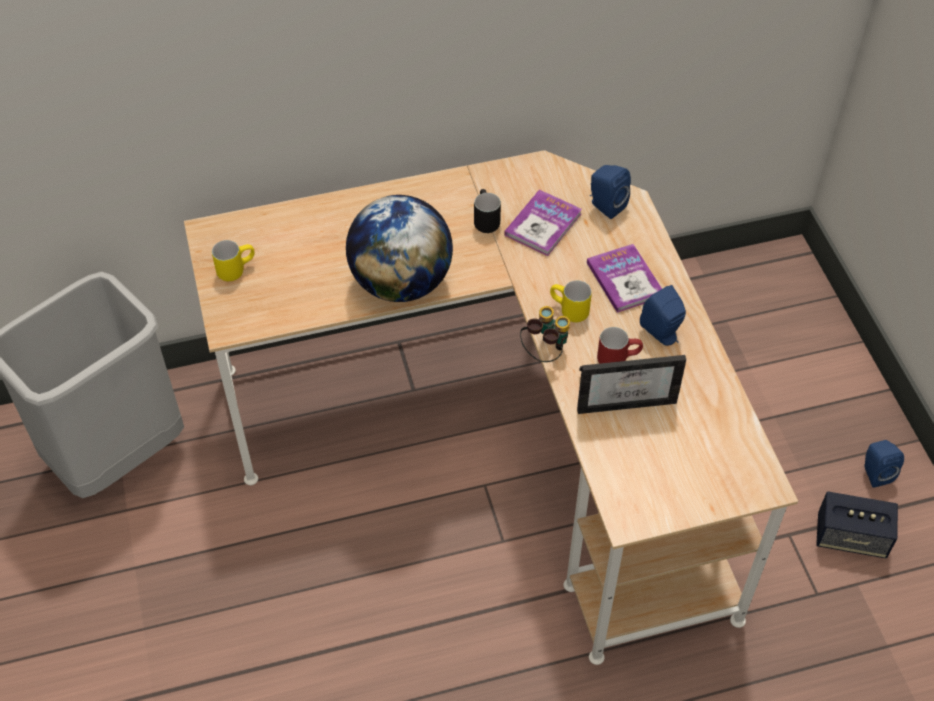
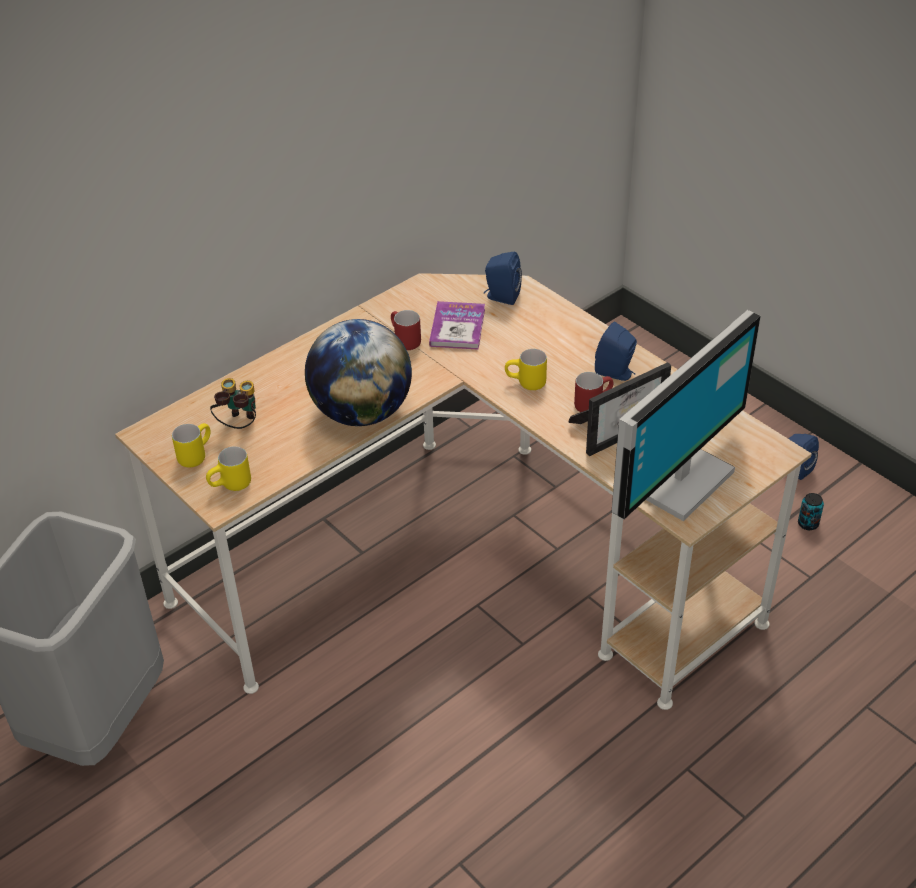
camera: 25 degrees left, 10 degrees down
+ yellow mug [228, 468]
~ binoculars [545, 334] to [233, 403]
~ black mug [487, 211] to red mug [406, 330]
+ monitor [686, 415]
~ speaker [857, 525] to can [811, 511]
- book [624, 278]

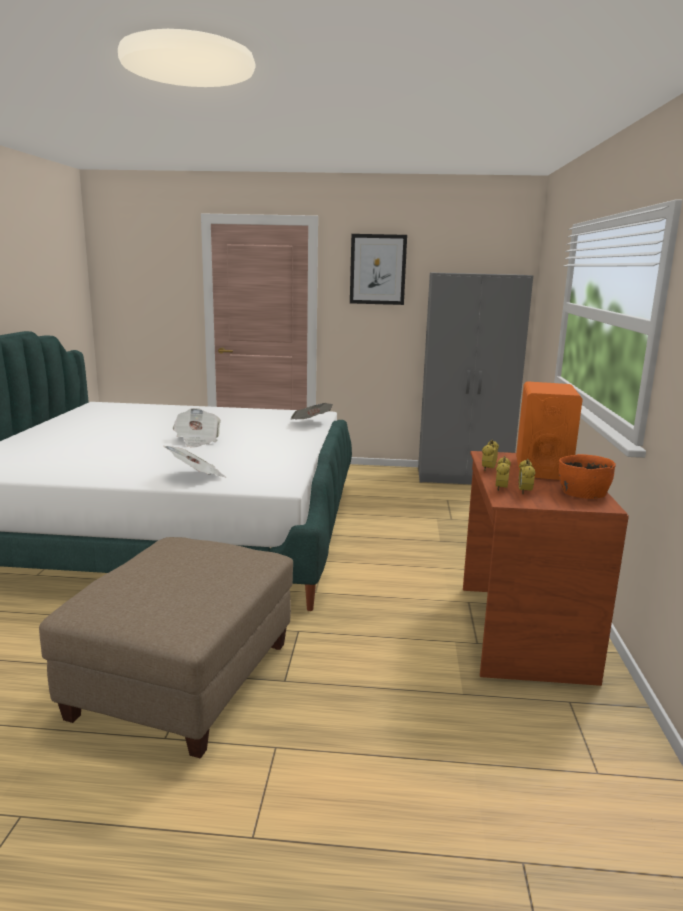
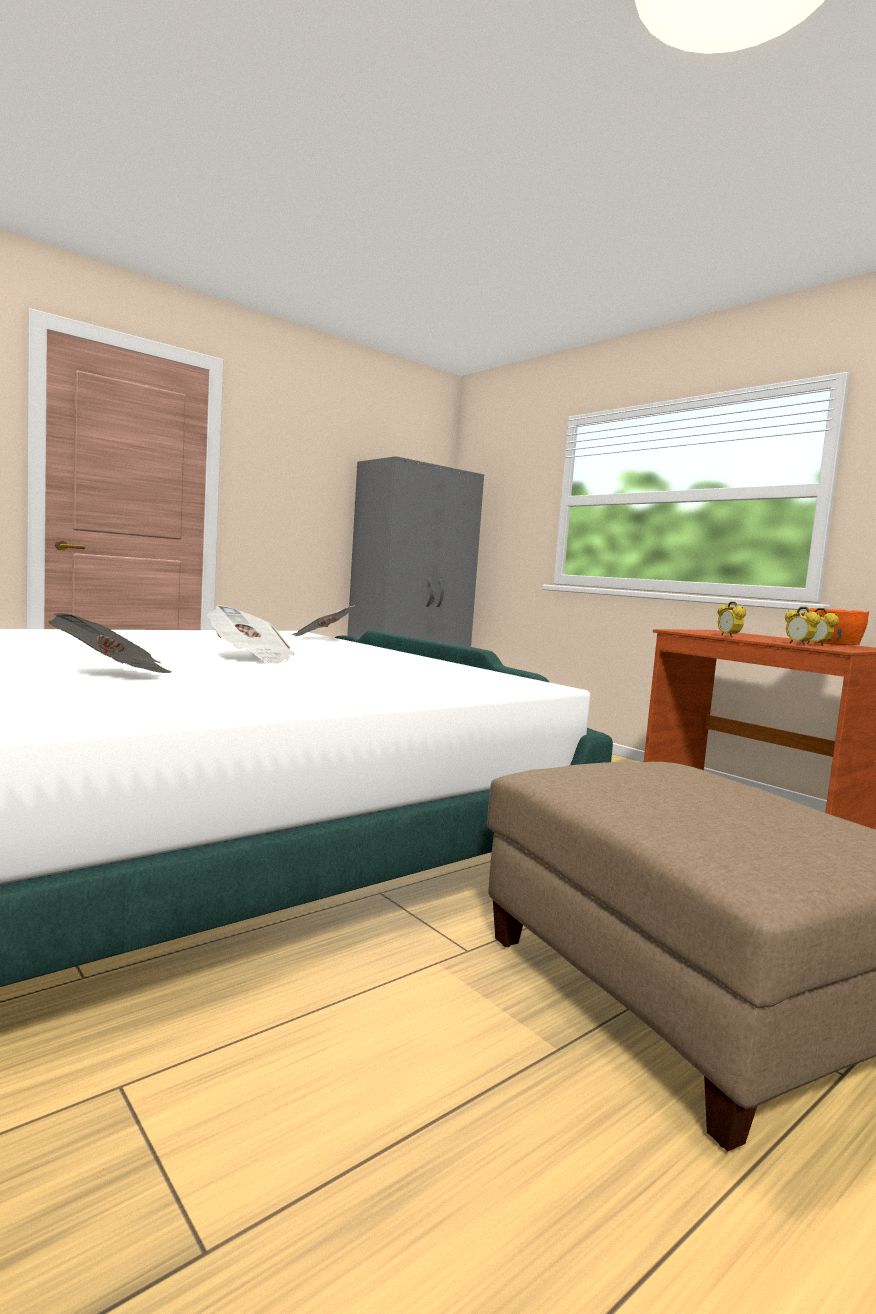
camera: 45 degrees left, 10 degrees down
~ newspaper [195, 461] to [110, 643]
- picture [378, 269]
- orange speaker [549, 430]

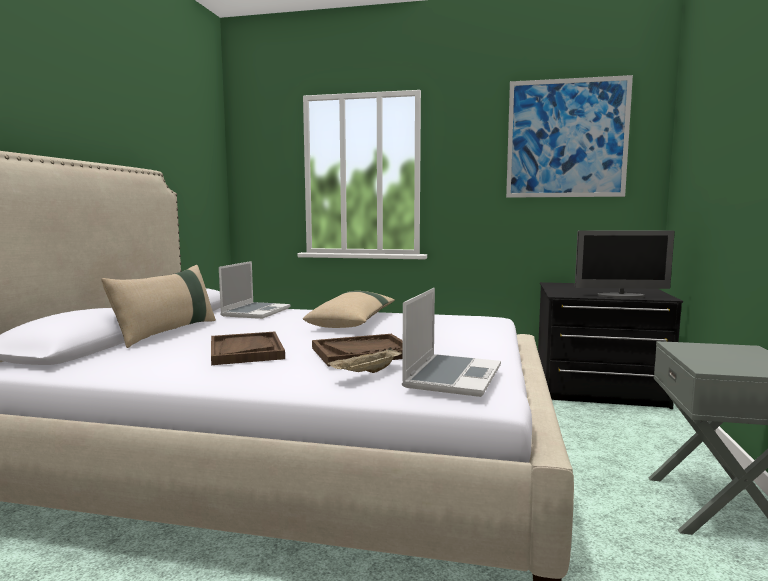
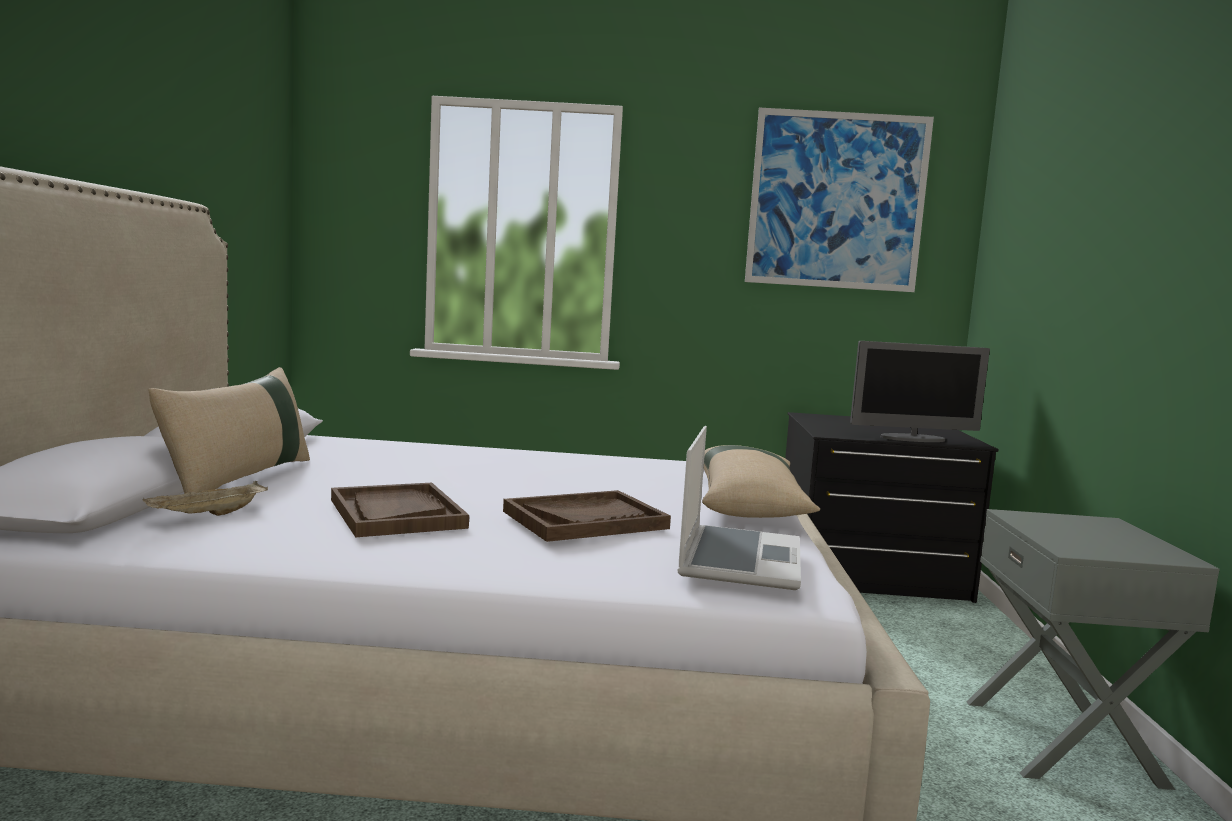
camera: 10 degrees left, 0 degrees up
~ beige tray [365, 360] to [205, 498]
~ beige pillow [349, 309] to [761, 481]
- laptop [254, 290]

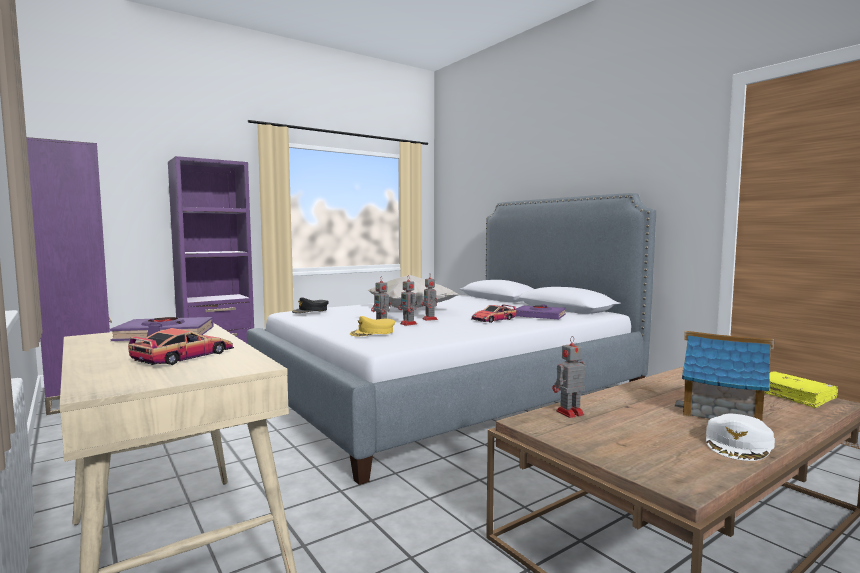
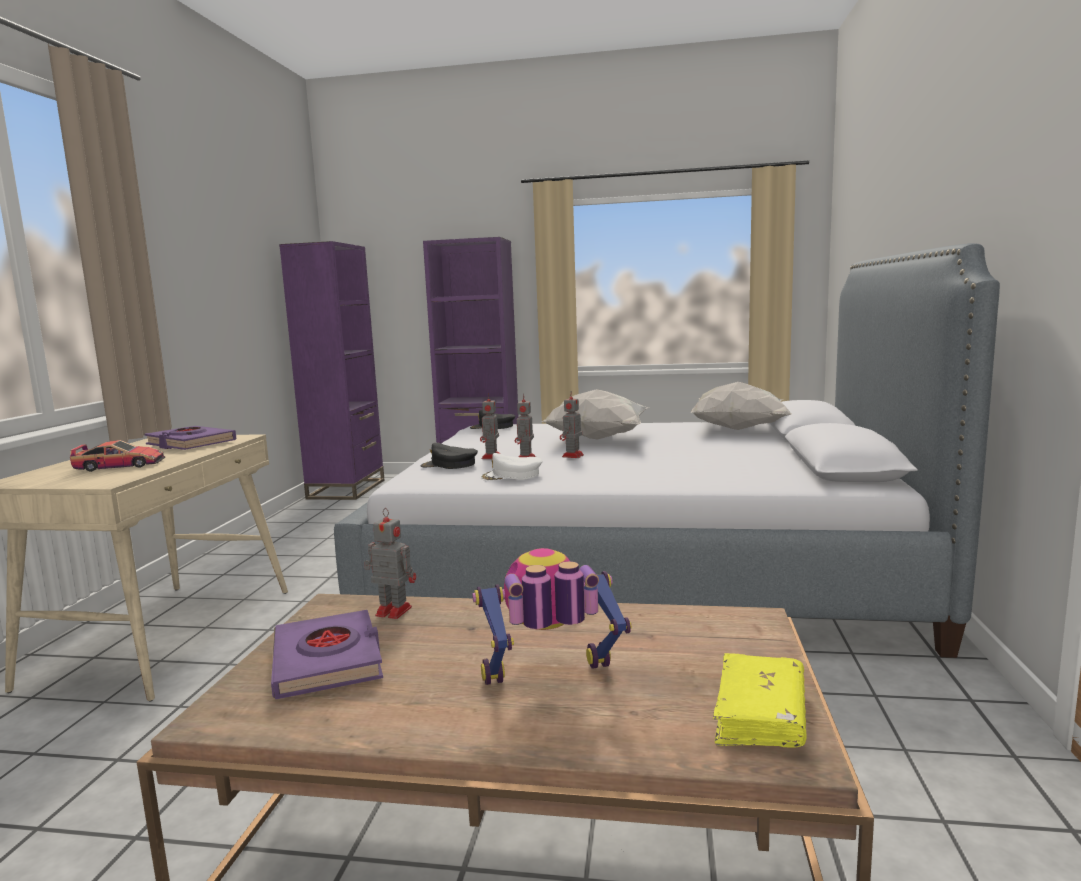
camera: 45 degrees right, 5 degrees up
~ purple book [541, 311] to [327, 654]
~ yellow cap [372, 326] to black cap [449, 456]
~ toy house [724, 376] to toy robot [552, 616]
~ white cap [740, 437] to [511, 467]
+ white pillow [741, 406]
- toy car [494, 313]

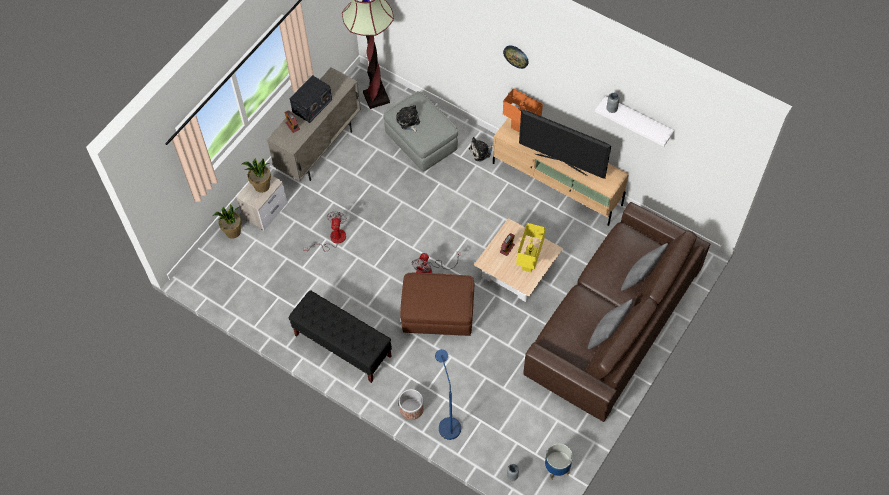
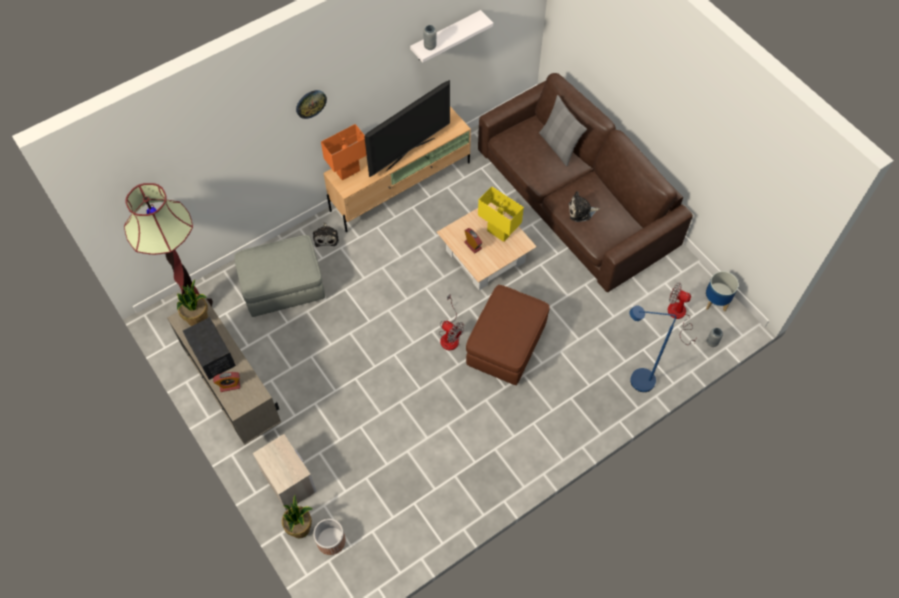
camera: 70 degrees left, 0 degrees up
~ potted plant [256, 175] to [192, 303]
~ planter [411, 404] to [329, 537]
~ plush toy [408, 119] to [584, 206]
~ fan [325, 232] to [682, 313]
- black bench [340, 336]
- grey pillow [610, 324]

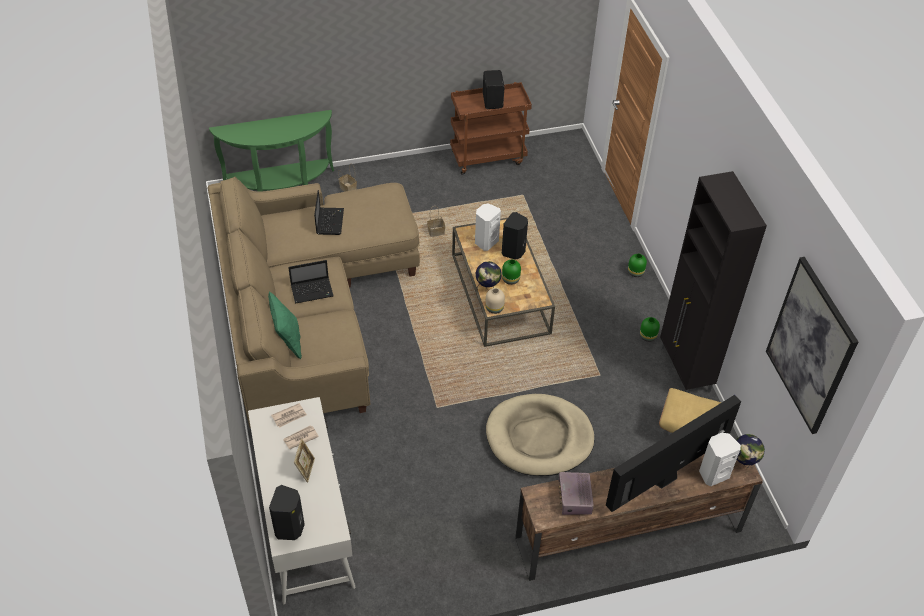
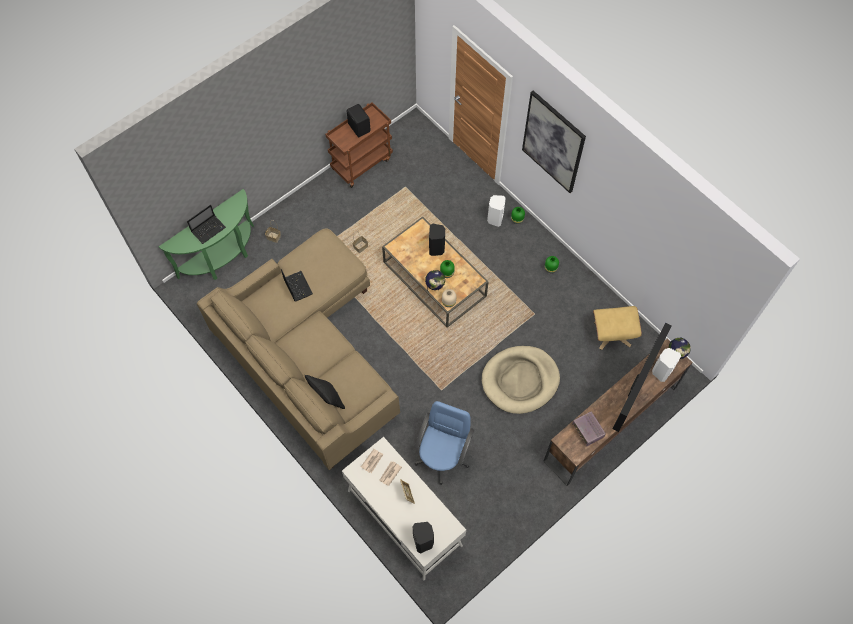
camera: 25 degrees left, 15 degrees up
~ laptop [310, 282] to [206, 224]
~ green pillow [285, 325] to black pillow [325, 392]
+ blue office chair [444, 443]
~ white speaker [488, 227] to [496, 211]
~ picture [812, 345] to [554, 142]
- black cabinet [713, 282]

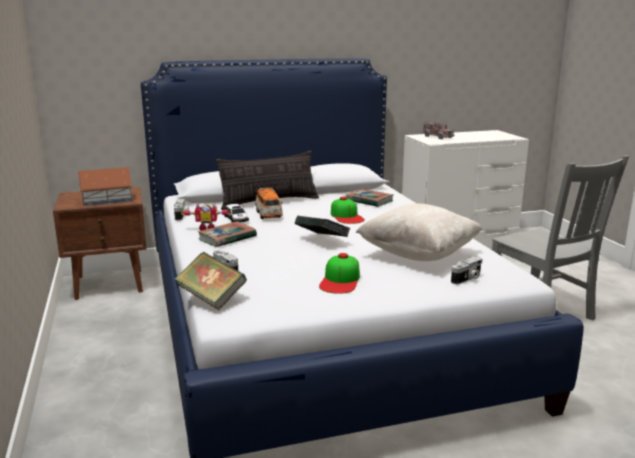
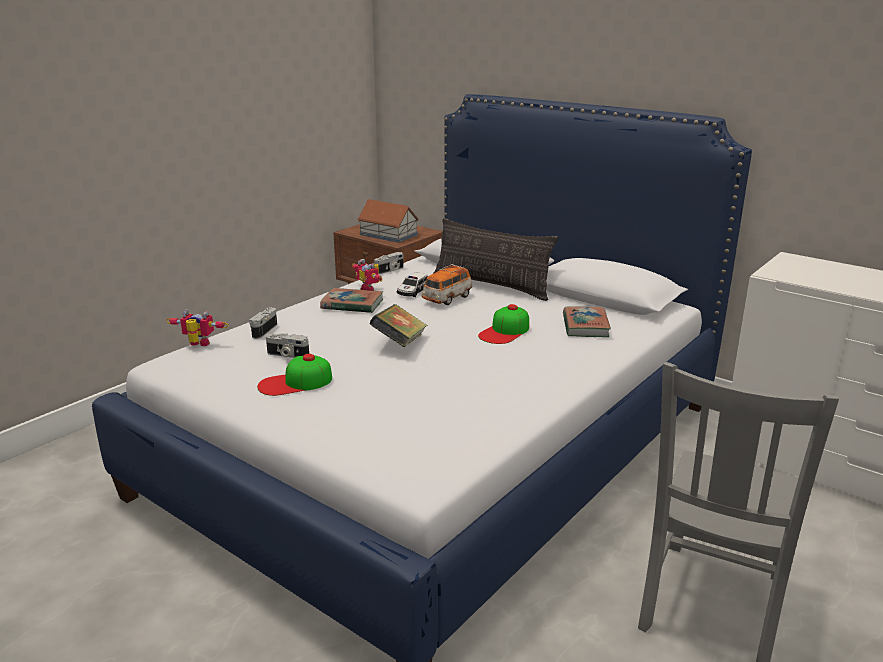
camera: 55 degrees right, 5 degrees up
~ book [211, 281] to toy robot [197, 327]
~ photo camera [466, 270] to [287, 345]
- beige pillow [418, 232]
- toy truck [437, 130]

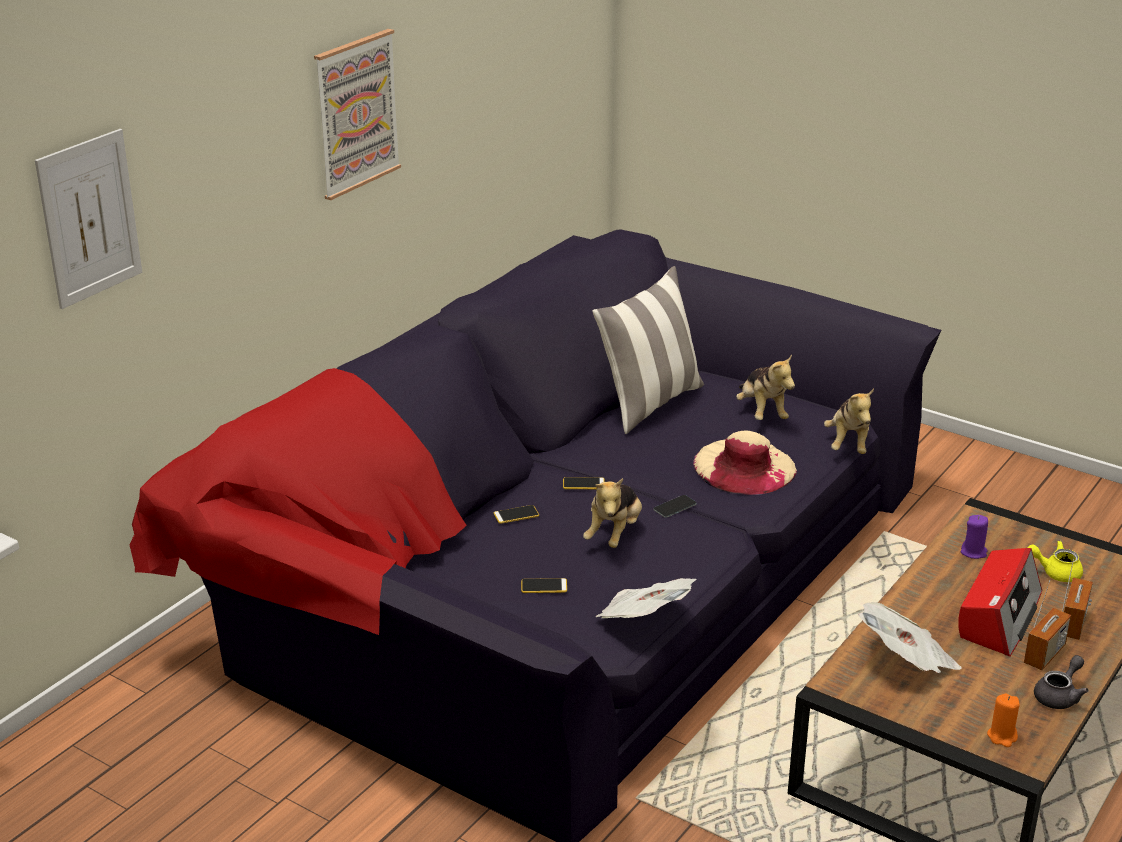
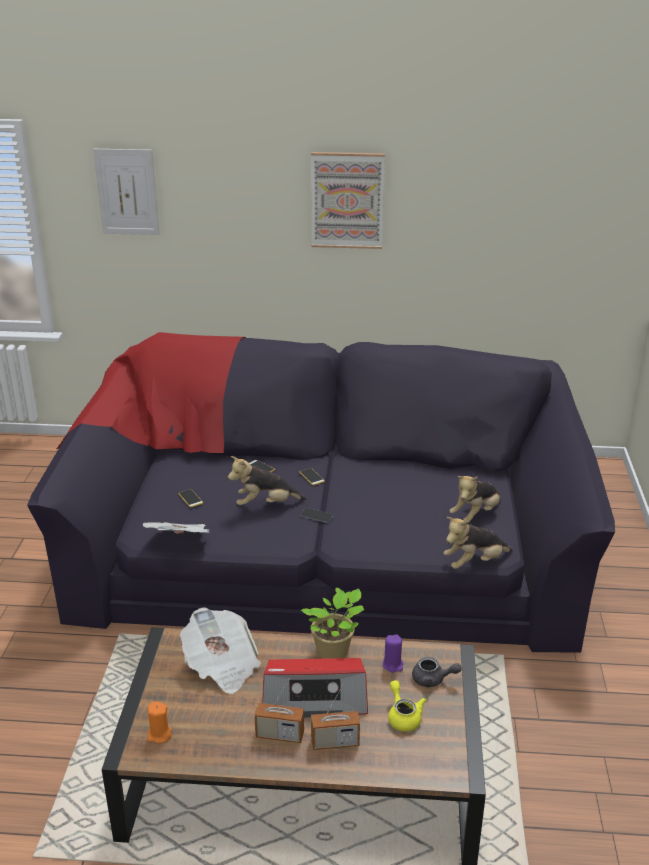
camera: 60 degrees right, 0 degrees up
+ potted plant [332, 623]
~ grey teapot [1061, 682] to [437, 672]
- pillow [648, 350]
- beige hat [745, 463]

